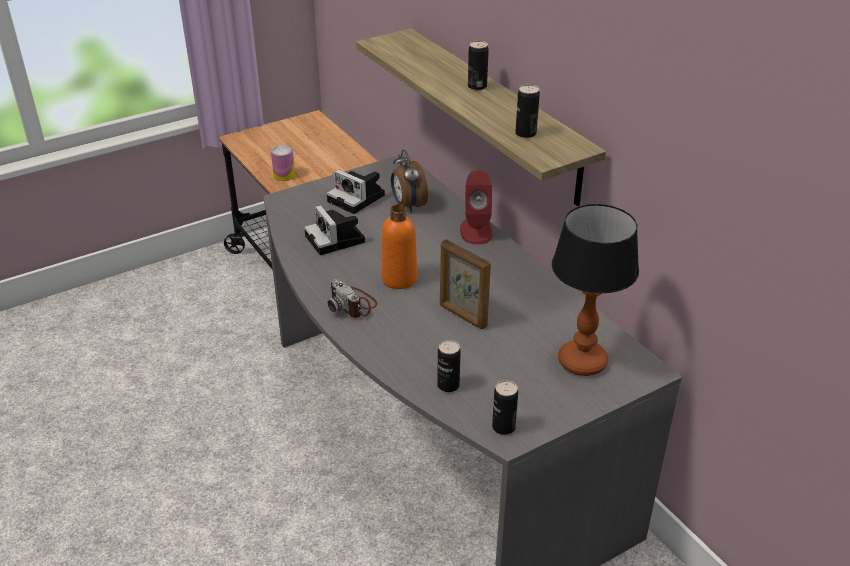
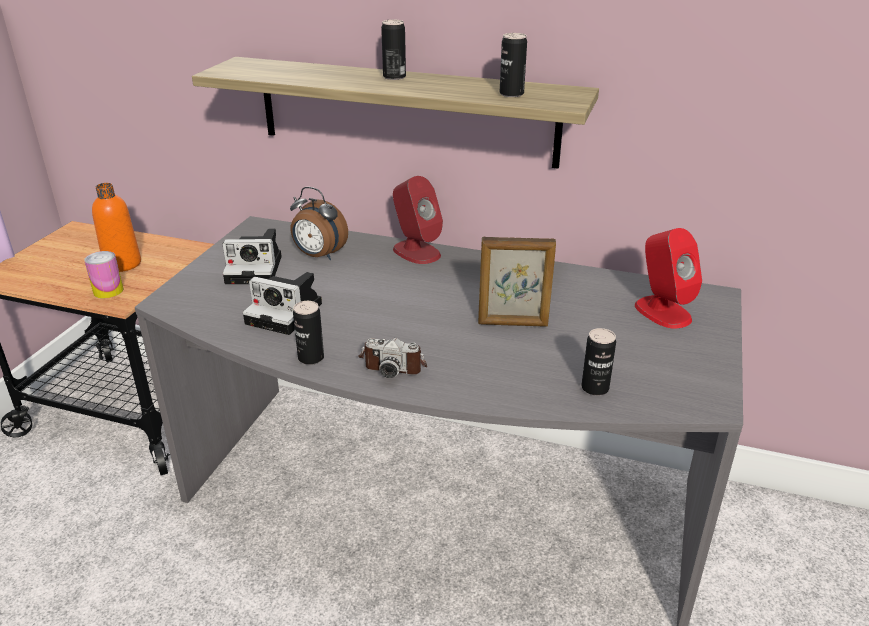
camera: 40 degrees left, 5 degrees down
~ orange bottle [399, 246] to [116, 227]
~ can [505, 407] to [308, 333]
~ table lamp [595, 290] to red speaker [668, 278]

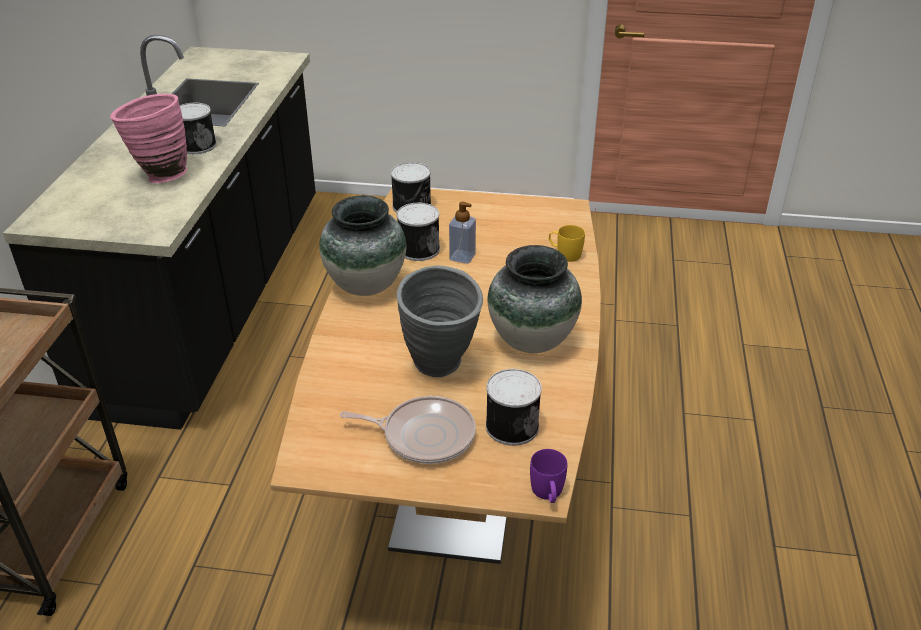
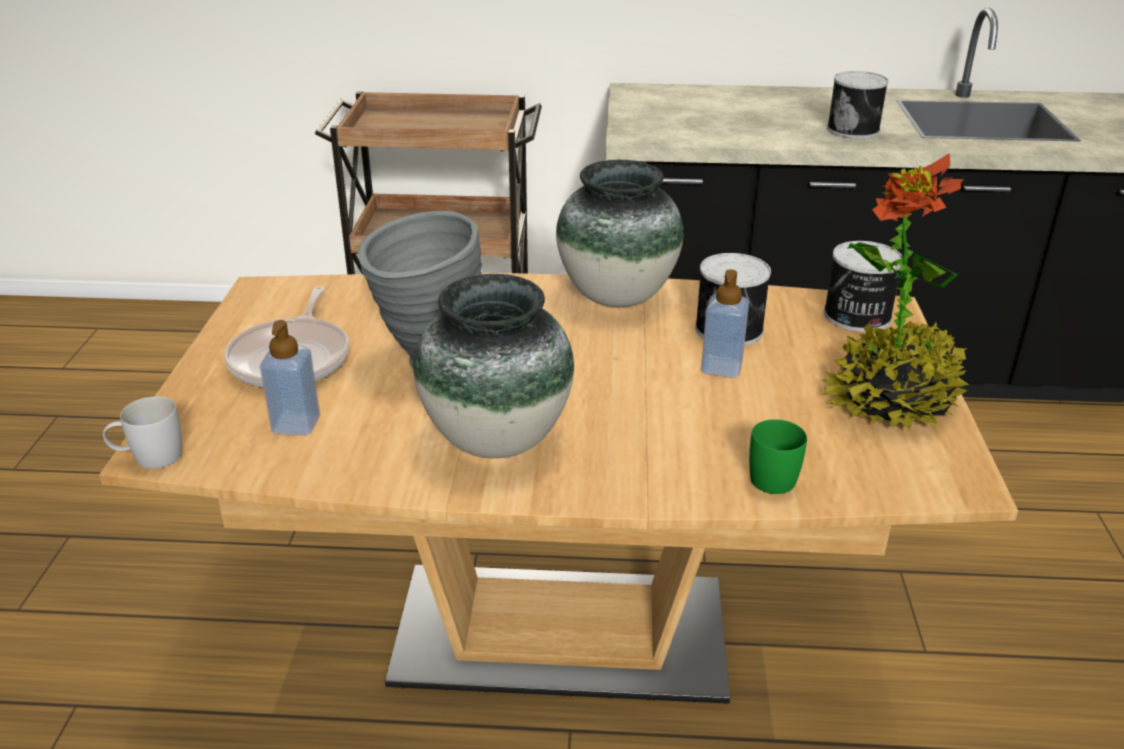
camera: 85 degrees right, 5 degrees down
~ purple mug [548, 476] to white mug [142, 432]
~ can [514, 407] to soap dispenser [290, 377]
~ yellow mug [567, 243] to green mug [778, 456]
+ potted plant [895, 291]
- pink vase [148, 138]

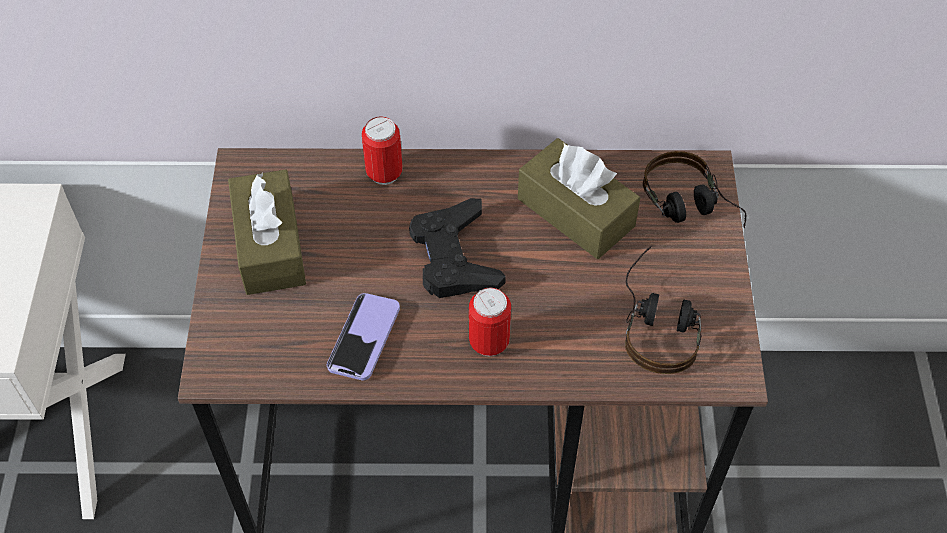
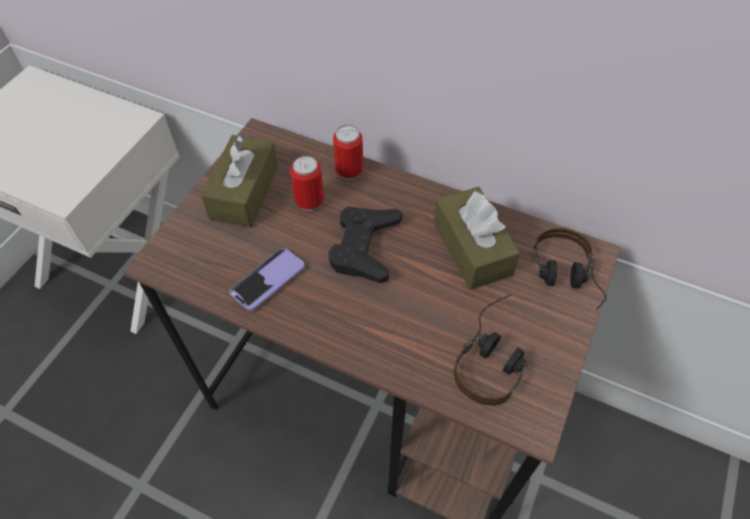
camera: 25 degrees right, 0 degrees up
~ can [490, 322] to [307, 183]

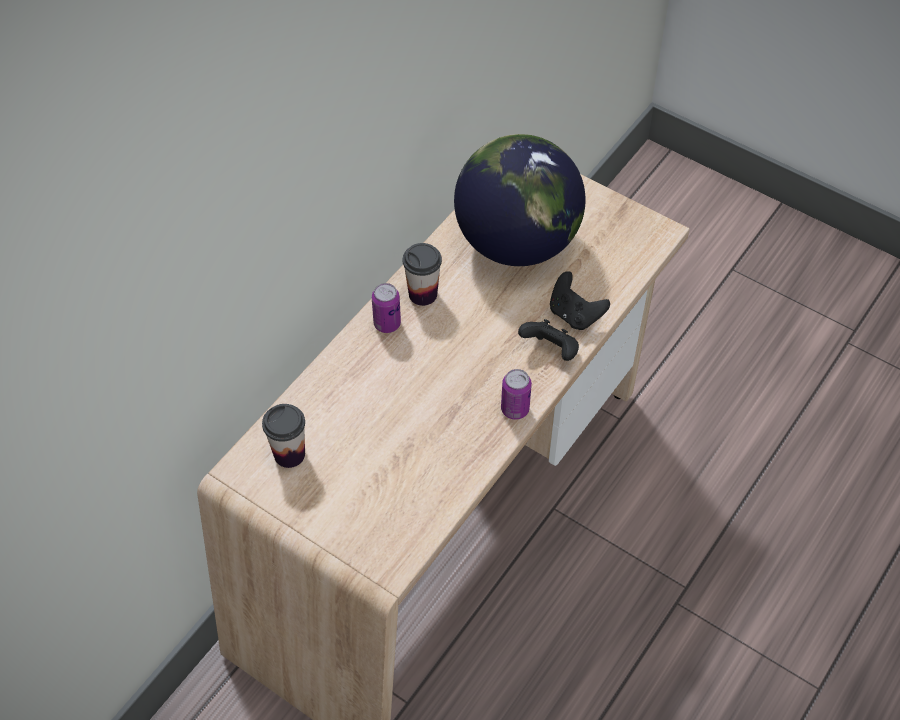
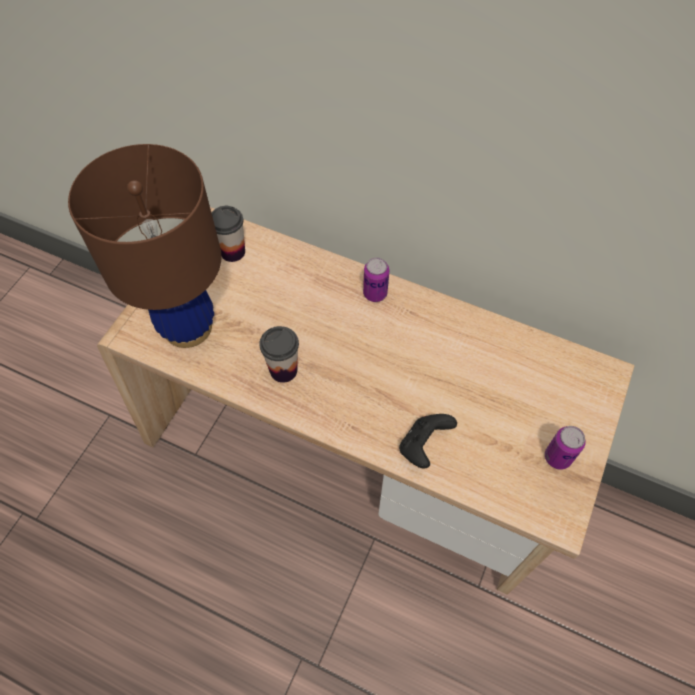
camera: 80 degrees right, 5 degrees up
+ brown table lamp [144, 246]
~ cup [422, 274] to [279, 354]
~ can [516, 394] to [565, 448]
- globe [520, 200]
- black game controller [548, 340]

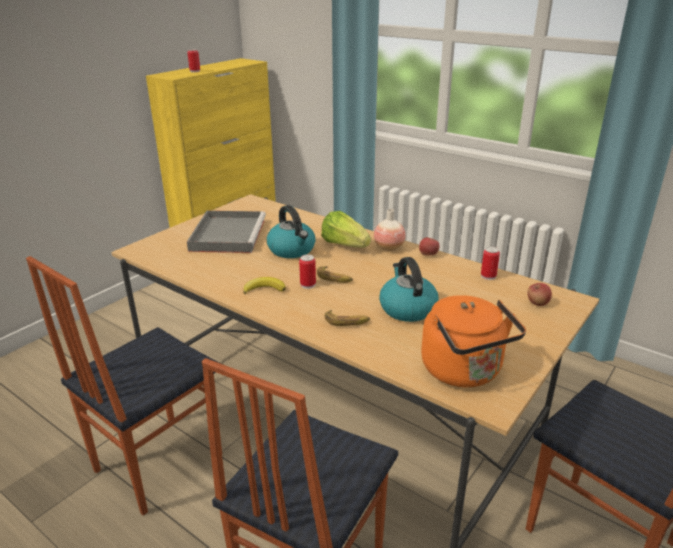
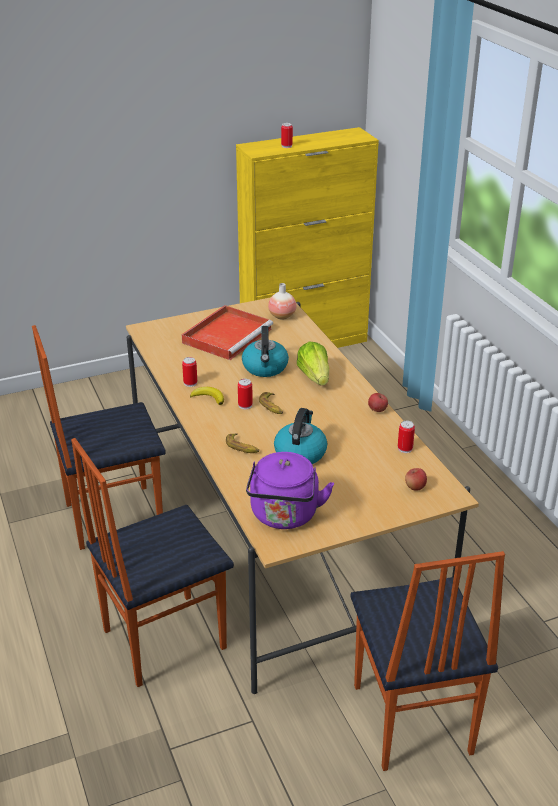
camera: 30 degrees right, 5 degrees up
~ grey tray [226, 232] to red tray [227, 332]
+ can [189, 372]
~ orange kettle [473, 341] to purple kettle [290, 490]
~ vase [390, 230] to [282, 301]

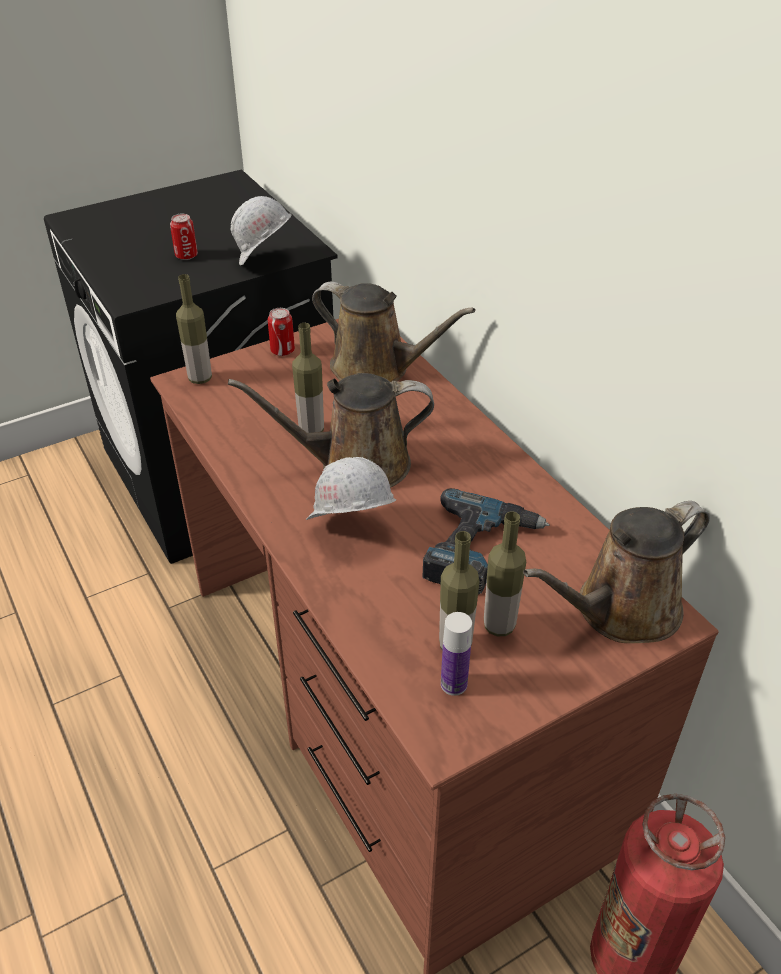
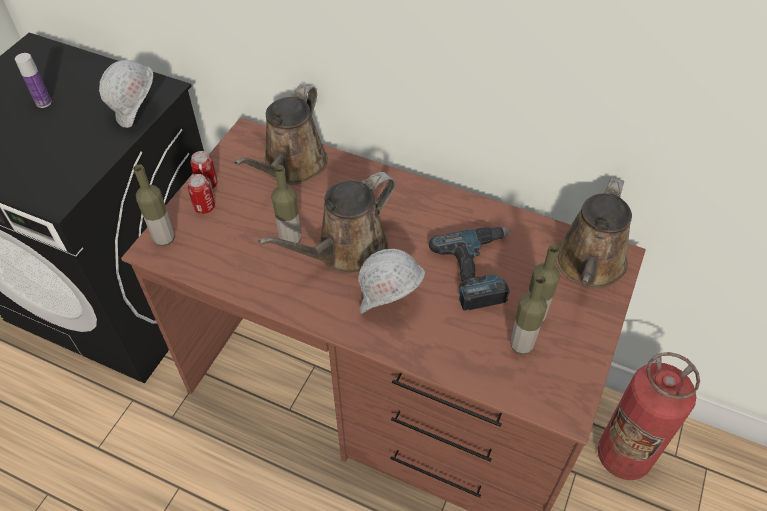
camera: 35 degrees left, 10 degrees up
~ bottle [456, 654] to [33, 80]
~ can [184, 237] to [201, 194]
~ brown watering can [394, 332] = [281, 134] 120 degrees clockwise

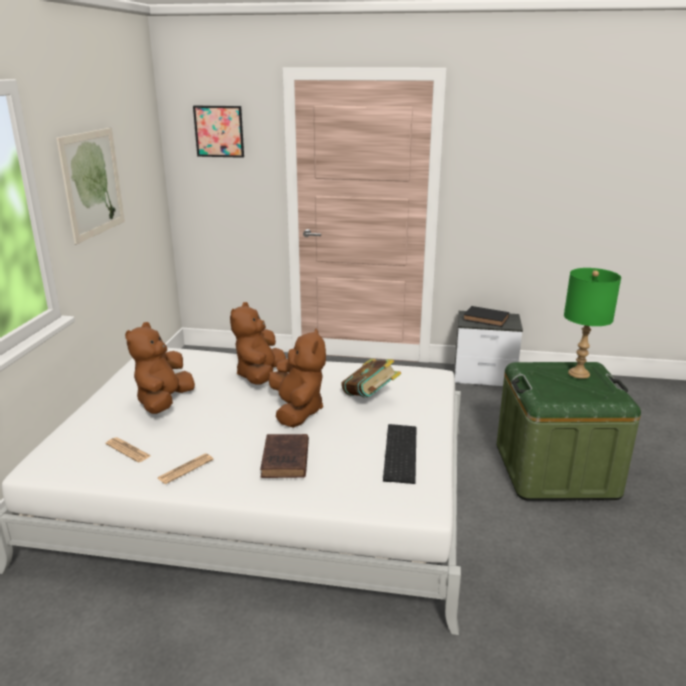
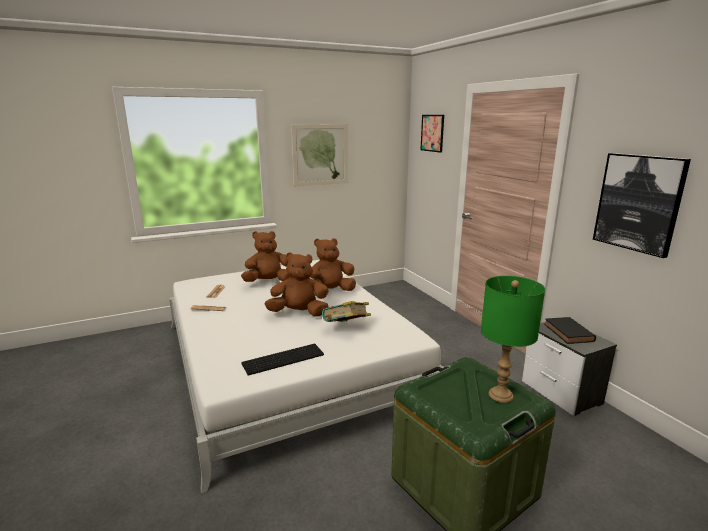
camera: 55 degrees right, 5 degrees down
~ brown plush toy [297, 378] = [297, 284] 135 degrees counterclockwise
+ picture [642, 205]
- brown book [284, 456]

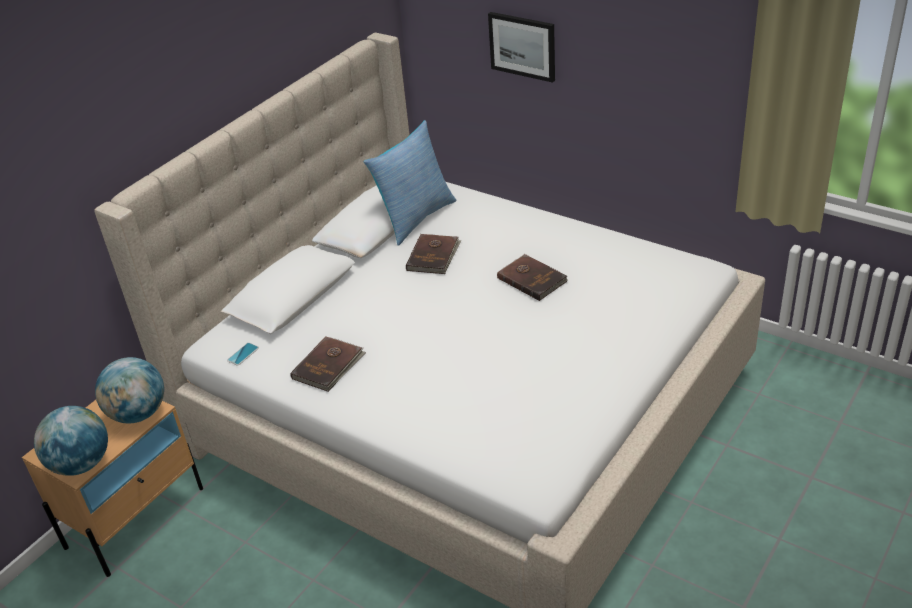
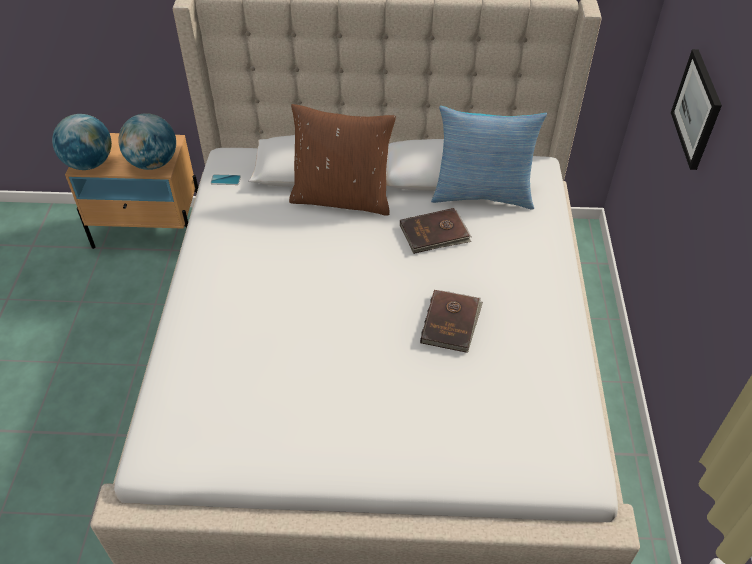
camera: 55 degrees right, 10 degrees up
+ brown pillow [342, 160]
- brown book [328, 364]

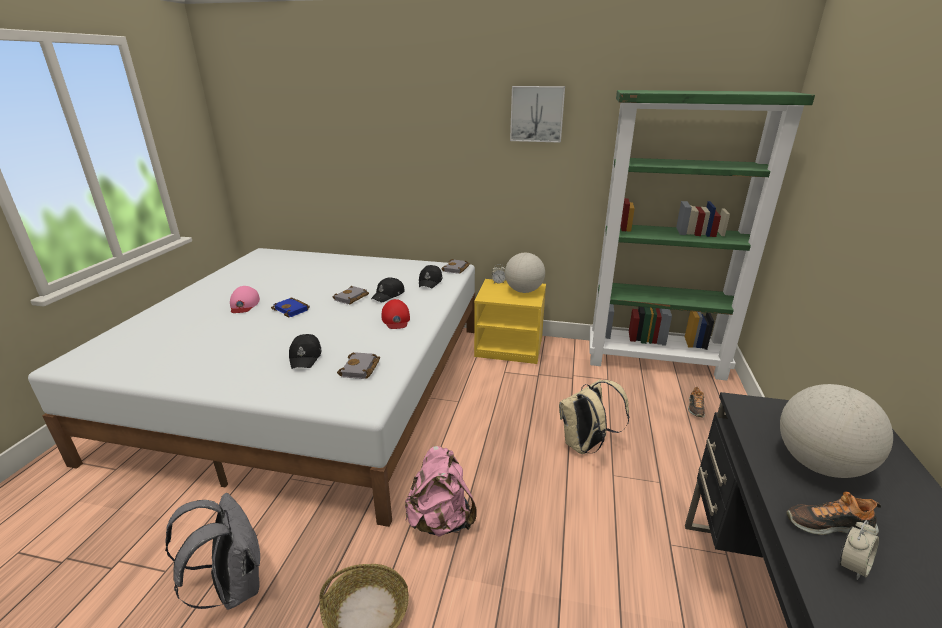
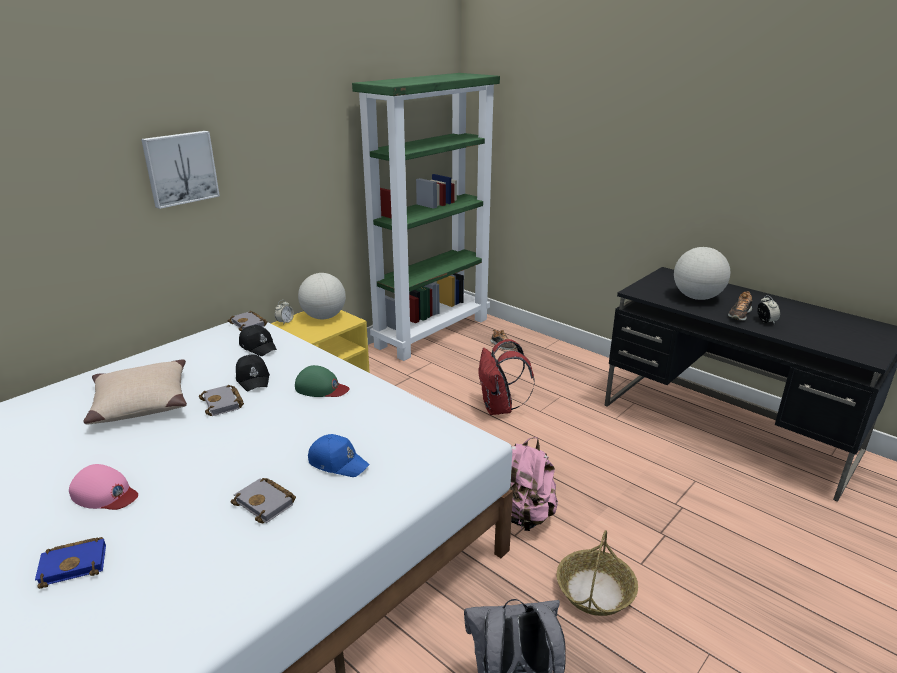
camera: 60 degrees left, 0 degrees up
~ blue book [290, 307] to [70, 563]
+ beige pillow [135, 392]
~ picture [537, 114] to [180, 170]
~ grey book [358, 365] to [263, 500]
~ red cap [396, 314] to green cap [322, 381]
~ black cap [305, 351] to blue cap [338, 455]
~ beige backpack [594, 416] to red backpack [506, 377]

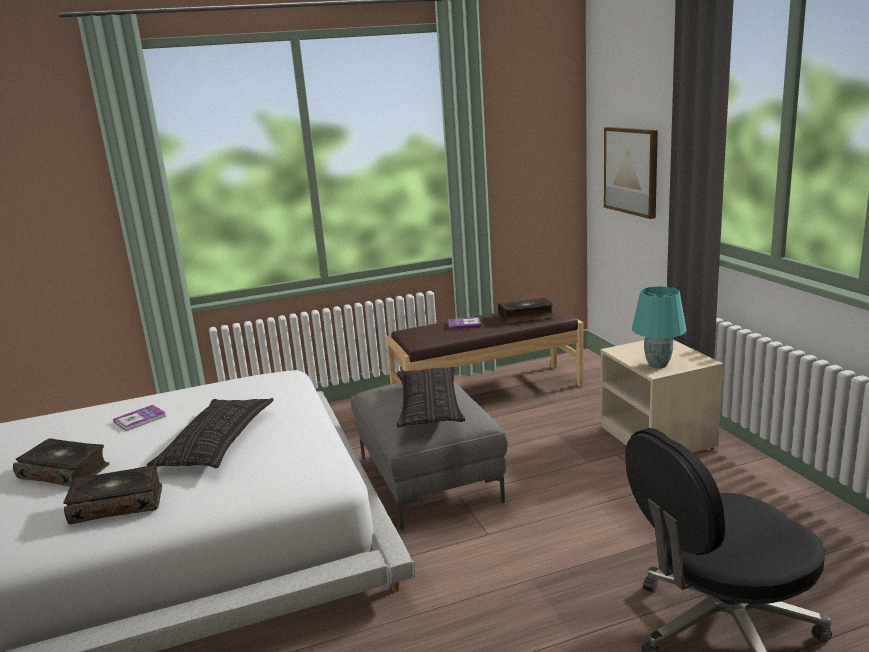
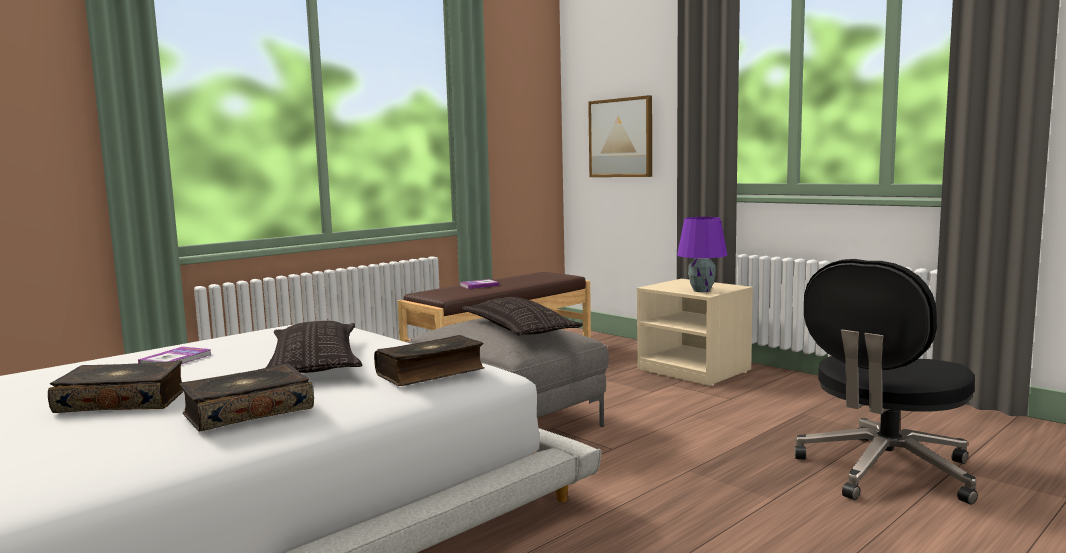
camera: 25 degrees left, 10 degrees down
~ book [526, 311] to [429, 360]
~ turquoise table lamp [659, 327] to purple table lamp [702, 254]

